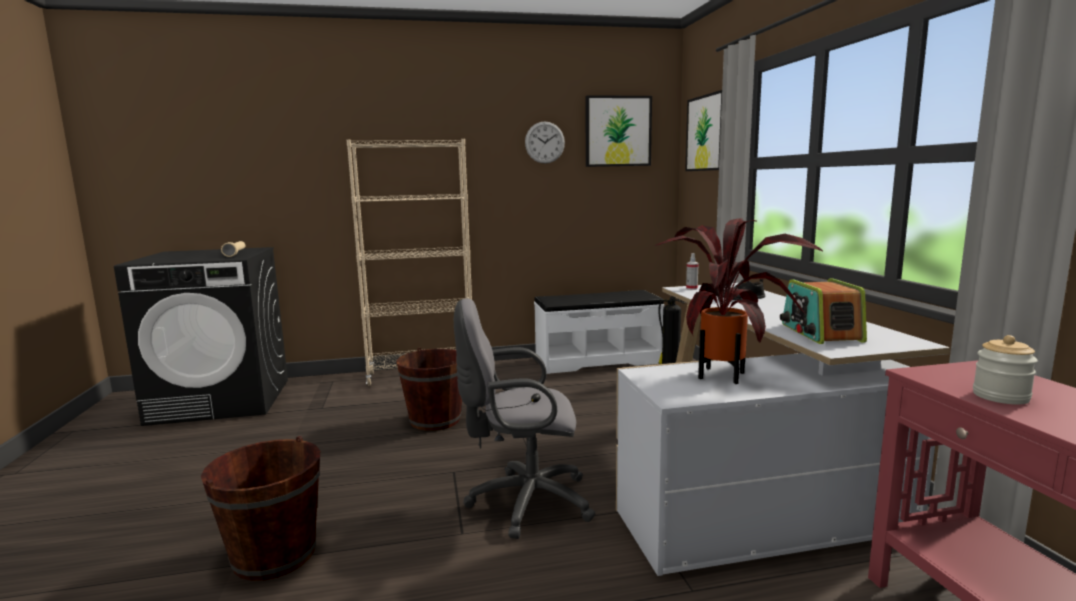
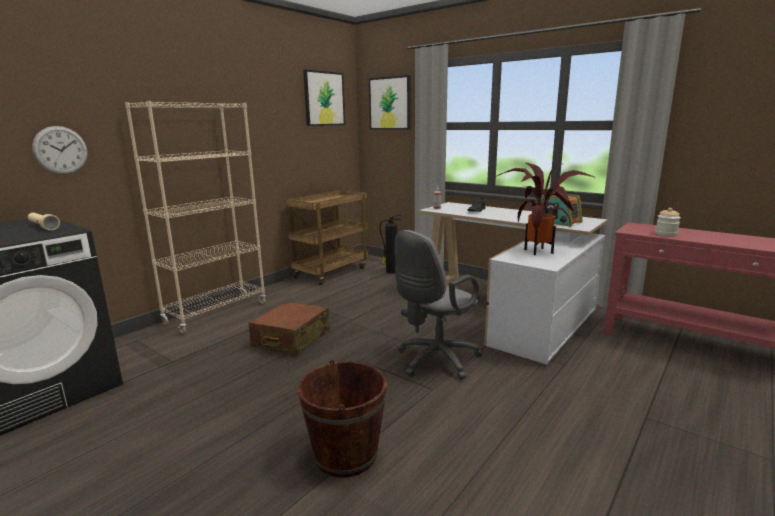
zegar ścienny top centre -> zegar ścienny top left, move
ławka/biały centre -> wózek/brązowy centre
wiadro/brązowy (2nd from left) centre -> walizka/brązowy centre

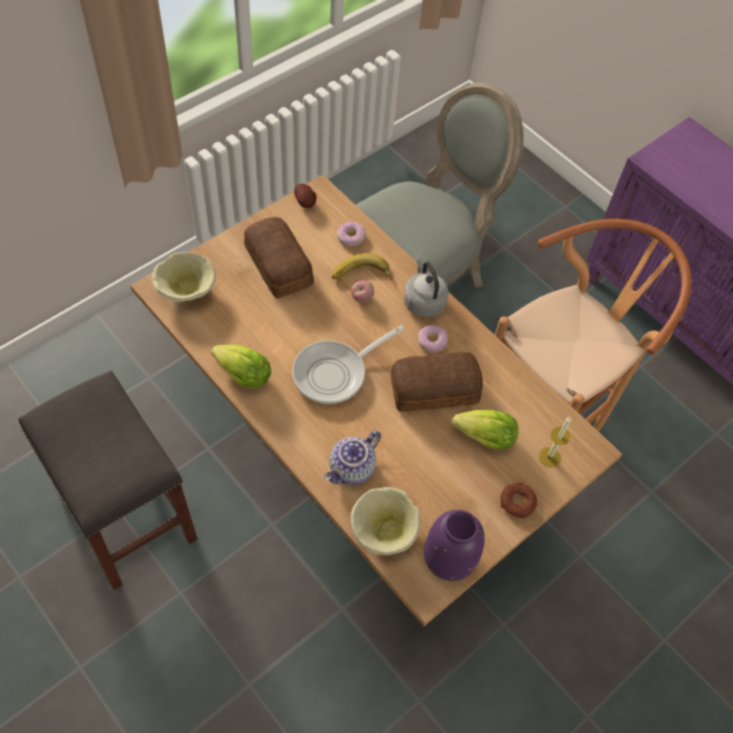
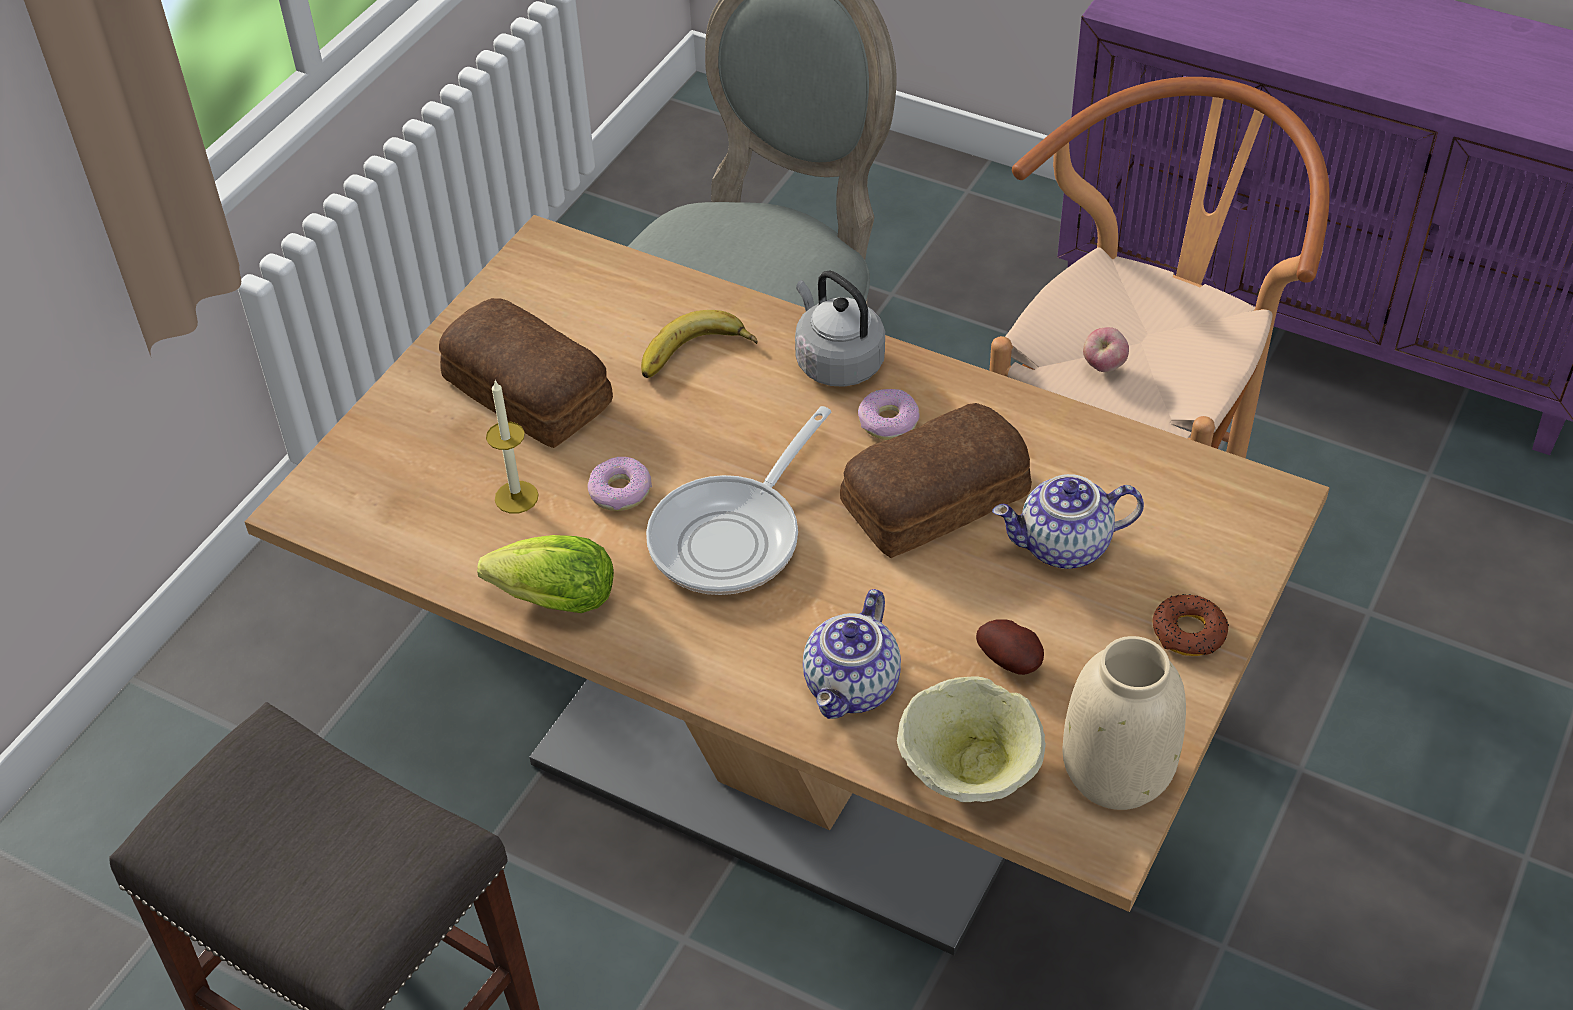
ziemniak top centre -> ziemniak centre, move
donut (1st from left) top centre -> donut (1st from left) centre, move
miska/beżowy (1st from left) middle left -> none
jabłko centre -> jabłko middle right, move
sałata (2nd from left) centre -> imbryk (2nd from left) middle right
świeca middle right -> świeca middle left, move
wazon/fioletowy bottom centre -> wazon/beżowy bottom right

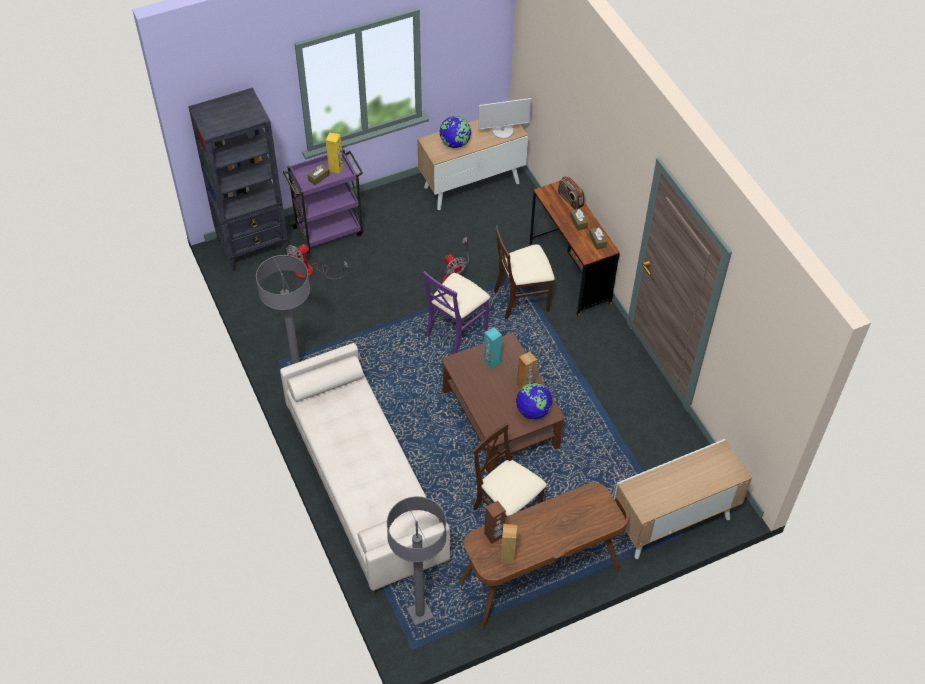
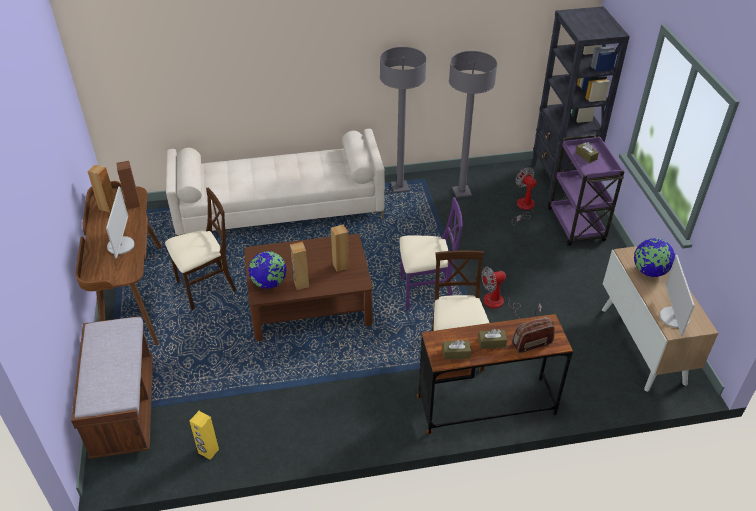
głośnik/żółty top centre -> głośnik/żółty bottom left, move
krzesło/fioletowy centre, 120 degrees clockwise
głośnik/turkusowy centre -> głośnik/brązowy (4th from left) centre
szafka (2nd from left) bottom right -> ławka/brązowy bottom left
lampa stojąca/szary (2nd from left) bottom centre -> lampa stojąca/szary (2nd from left) top centre, move
none -> monitor (1st from left) middle left

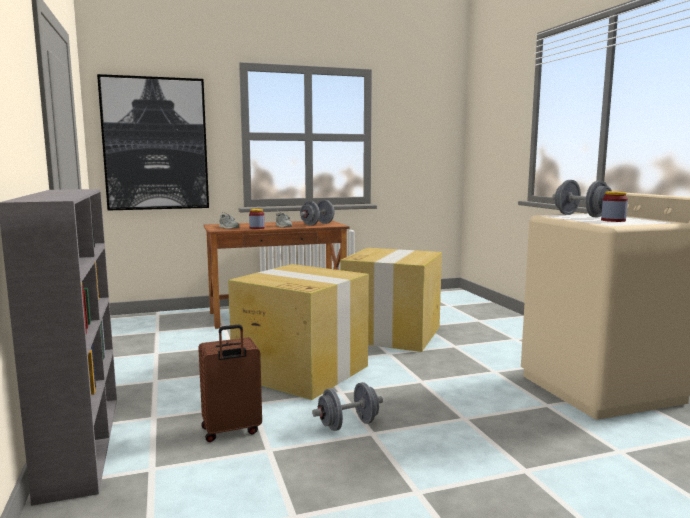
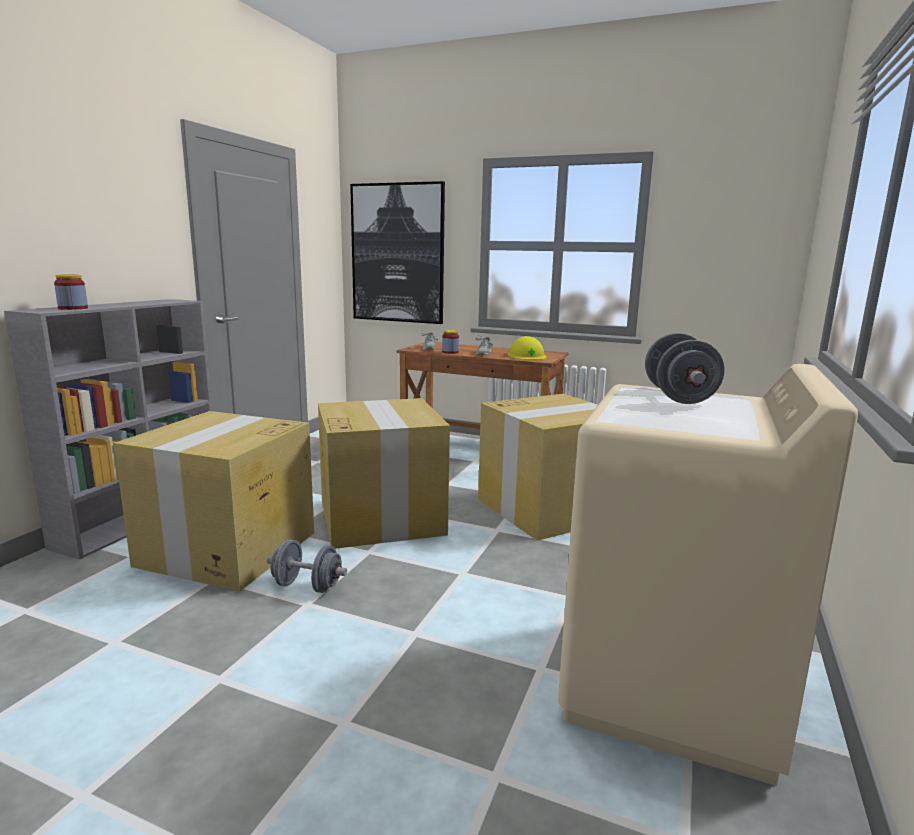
słoik (2nd from left in the first image) middle right -> słoik (1st from left) middle left, move
hantel/szary (1st from left) centre -> kask/żółty centre
walizka/brązowy bottom centre -> karton (1st from left) middle left

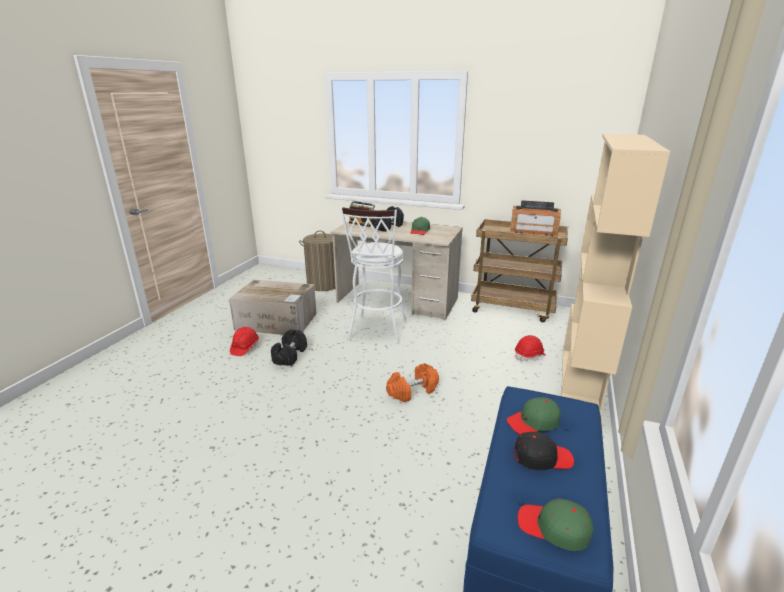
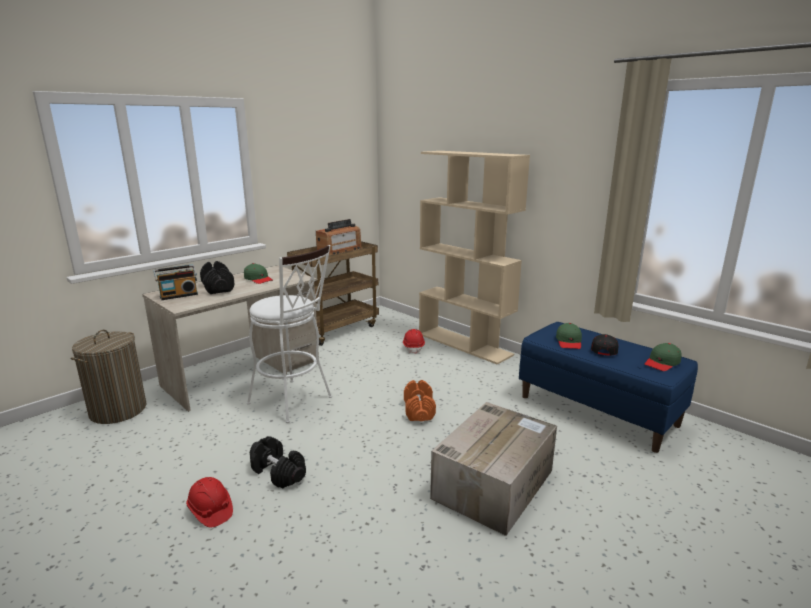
karton centre -> karton bottom centre, move

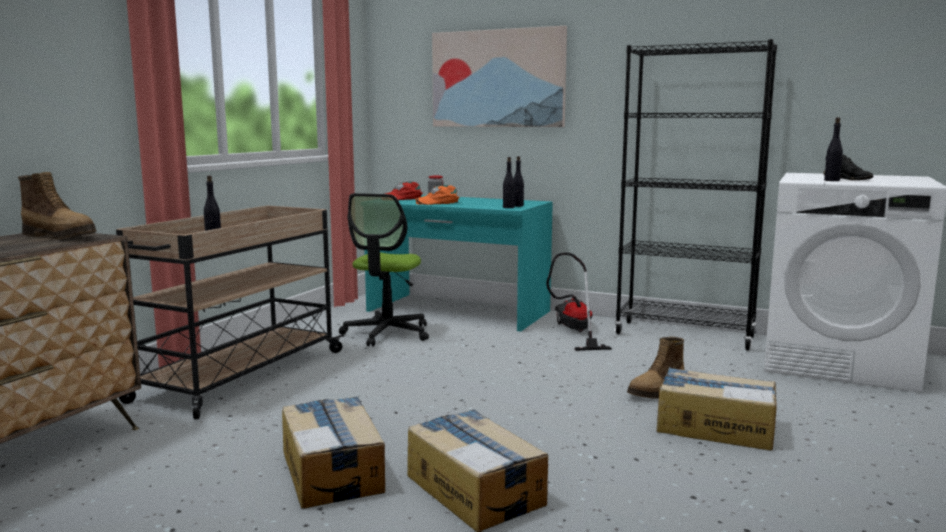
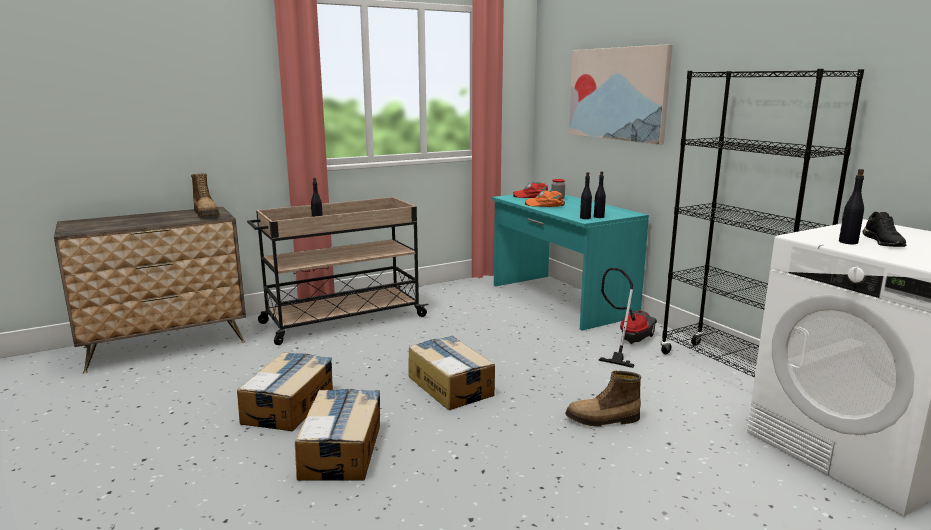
krzesło biurowe centre -> none
karton (3rd from left) bottom right -> karton (3rd from left) bottom centre, move

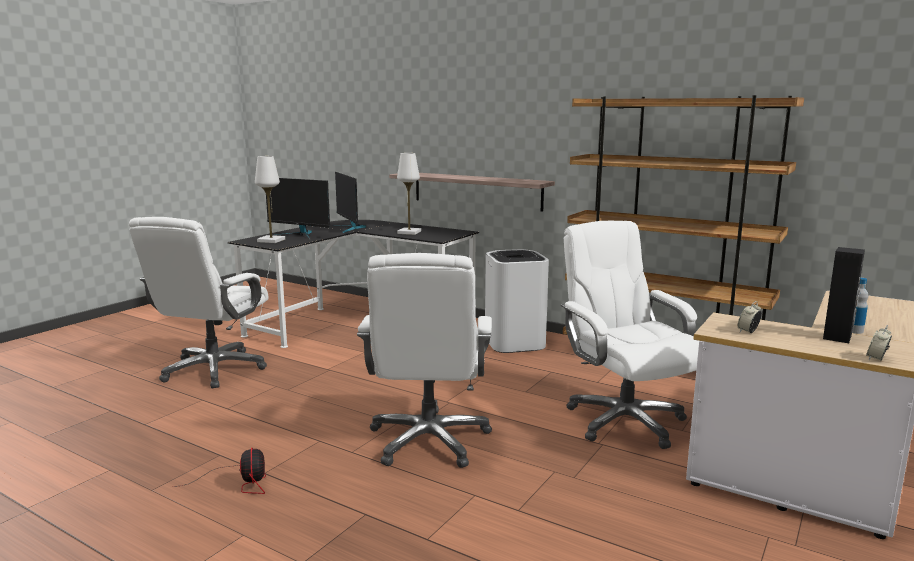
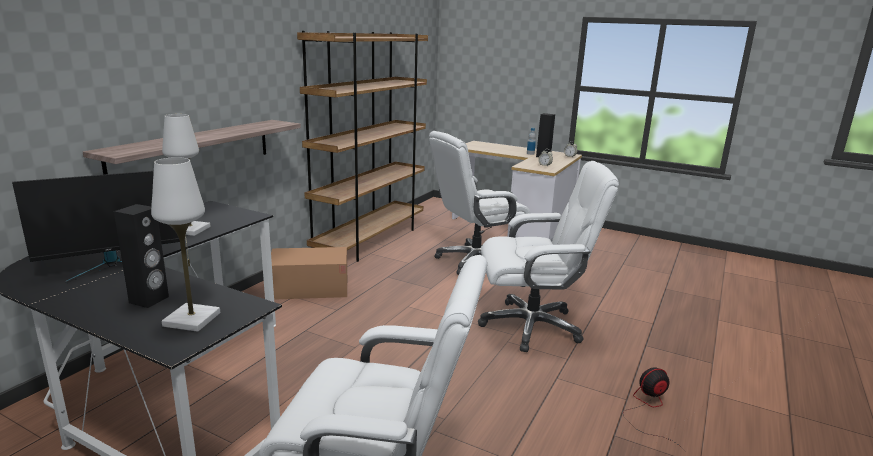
monitor (1st from left) middle left -> głośnik/czarny (1st from left) middle left
kosz na śmieci/biały centre -> karton centre

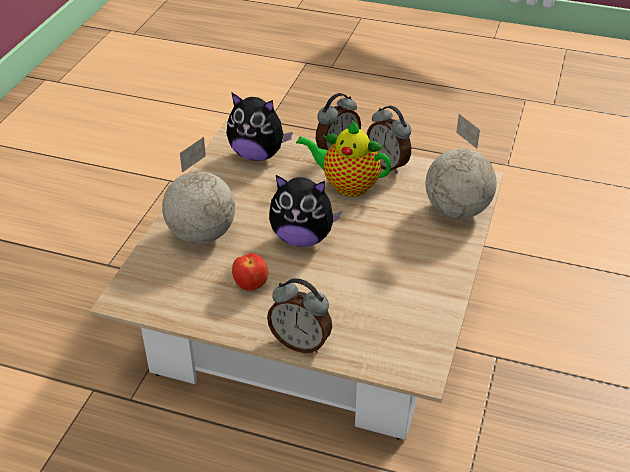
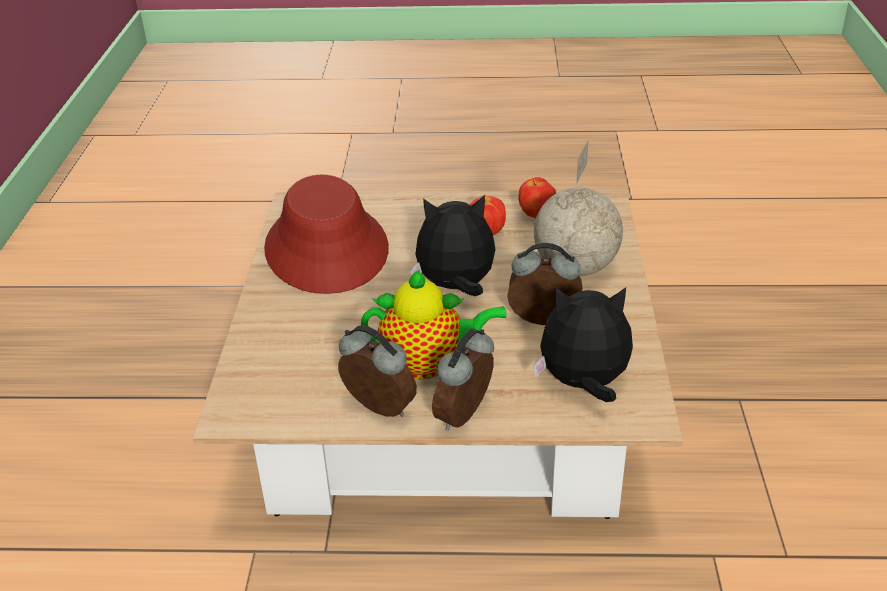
globus (2nd from left) middle right -> none
budzik (1st from left in the first image) bottom centre -> budzik (3rd from left) centre, move
none -> kapelusz/czerwony centre
none -> jabłko (2nd from left) centre

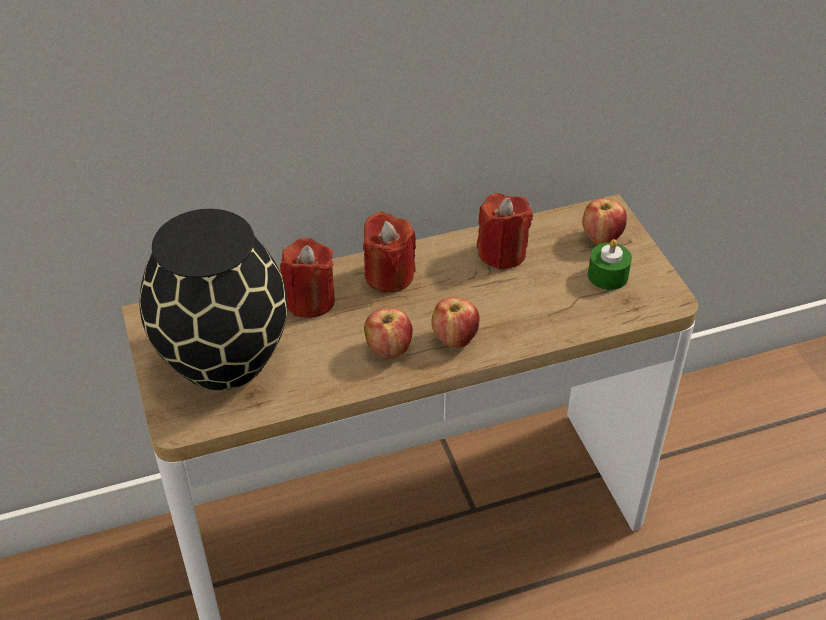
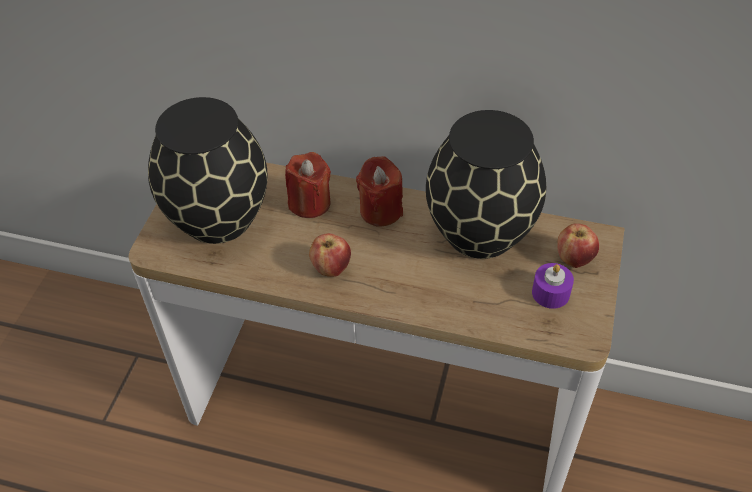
świeca/czerwony (3rd from left) centre -> wazon/czarny (2nd from left) centre
świeca/zielony middle right -> świeca/fioletowy middle right
jabłko (2nd from left) centre -> none

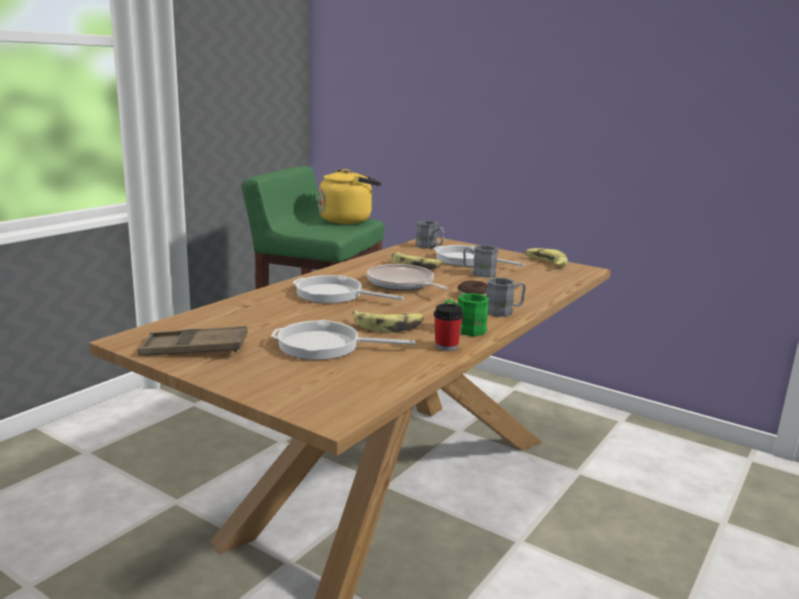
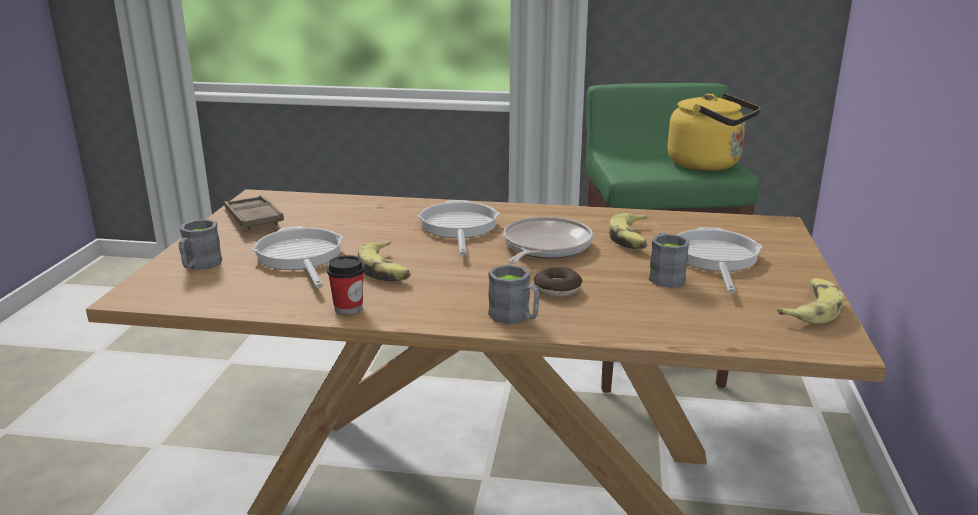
kubek/szary (1st from left) centre -> kubek/szary (1st from left) middle left, move
kubek/zielony centre -> none

